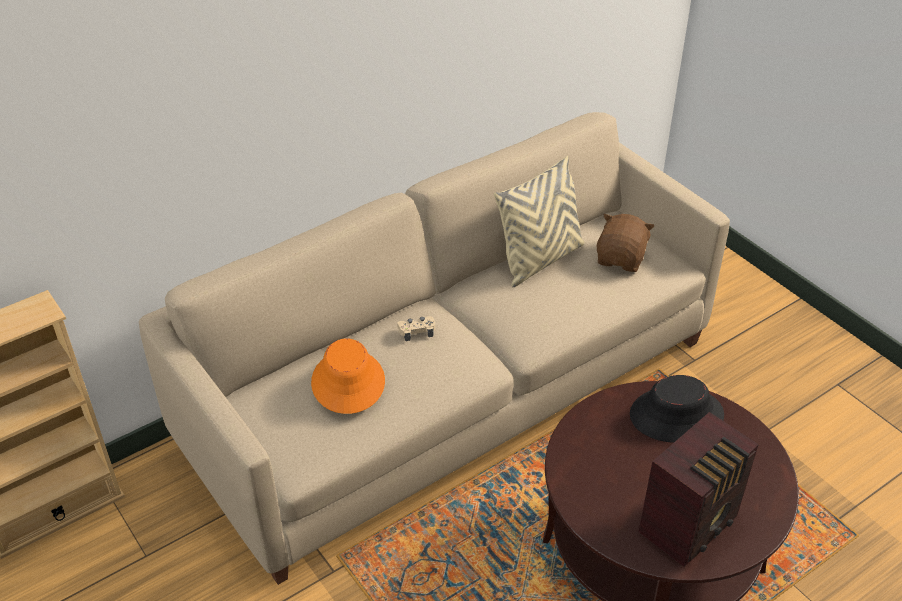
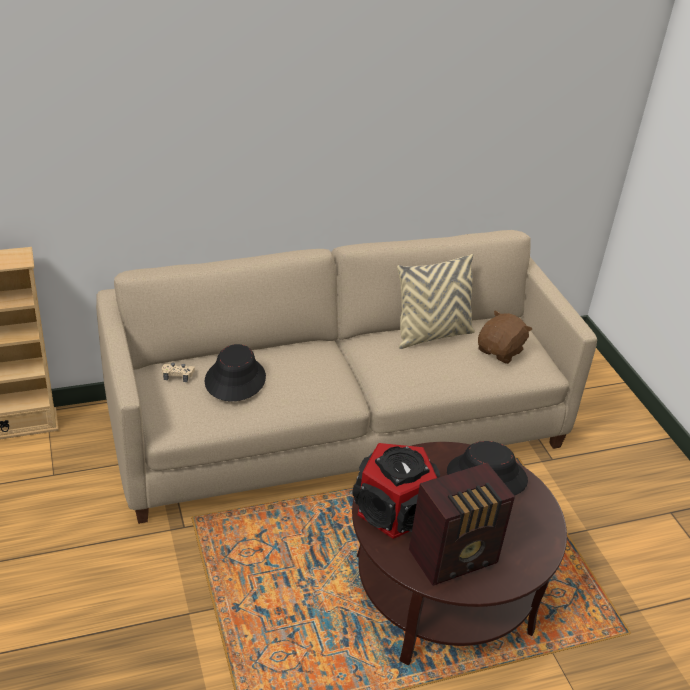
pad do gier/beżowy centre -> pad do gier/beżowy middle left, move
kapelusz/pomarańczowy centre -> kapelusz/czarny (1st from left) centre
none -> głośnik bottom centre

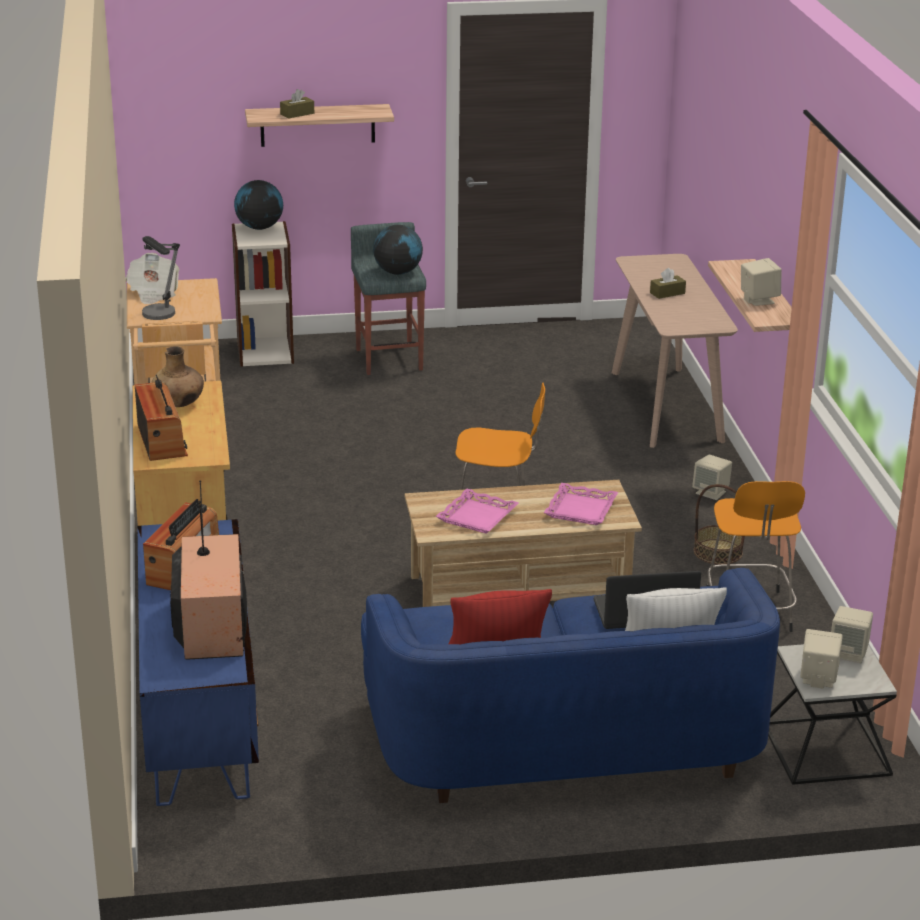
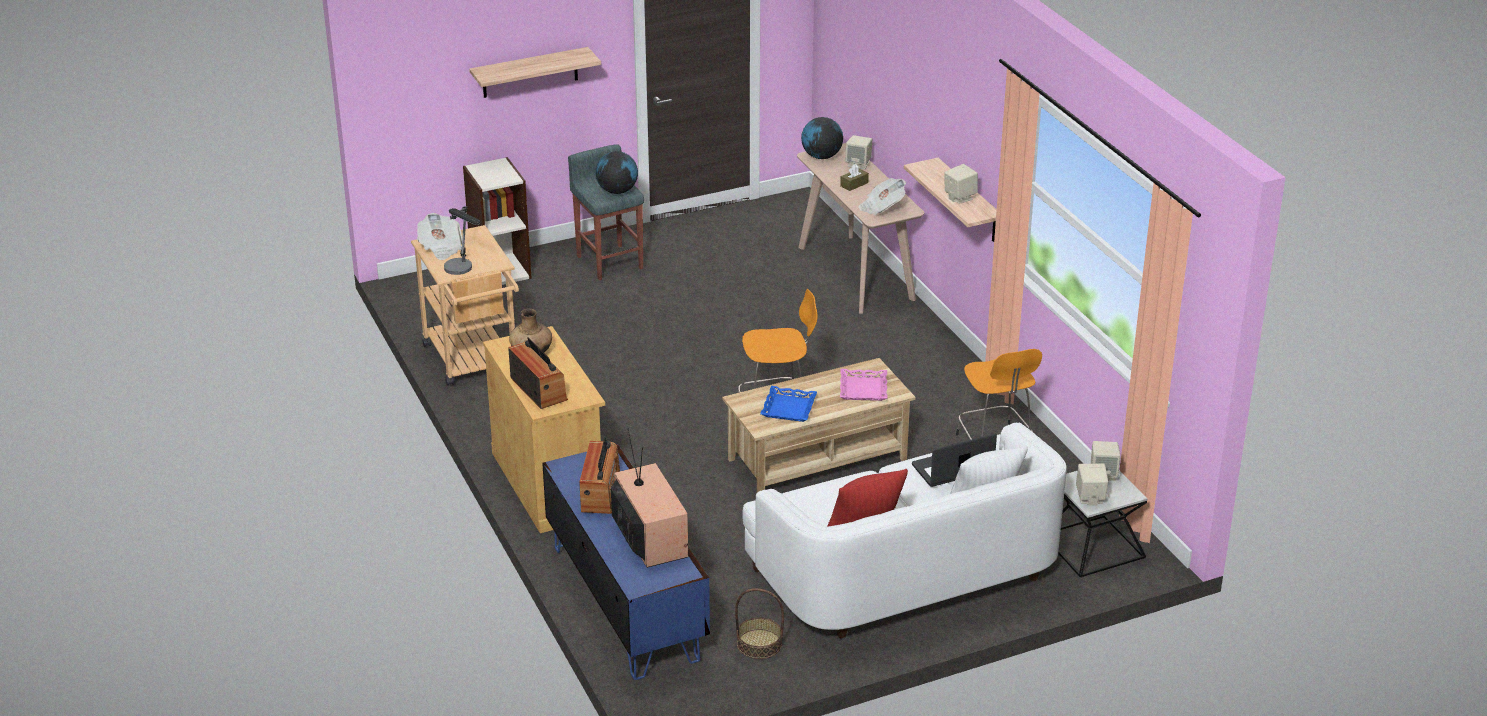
pudełko chusteczek/brązowy (1st from left) top left -> none
globus (1st from left in the first image) top left -> globus (2nd from left) top centre, move
głośnik/beżowy (1st from left) middle right -> głośnik/beżowy (1st from left) top centre, move
koszyk middle right -> koszyk bottom centre, move
taca/różowy (1st from left) centre -> taca/niebieski centre
kanapa/niebieski bottom centre -> kanapa/biały bottom centre
none -> gazeta (2nd from left) top centre

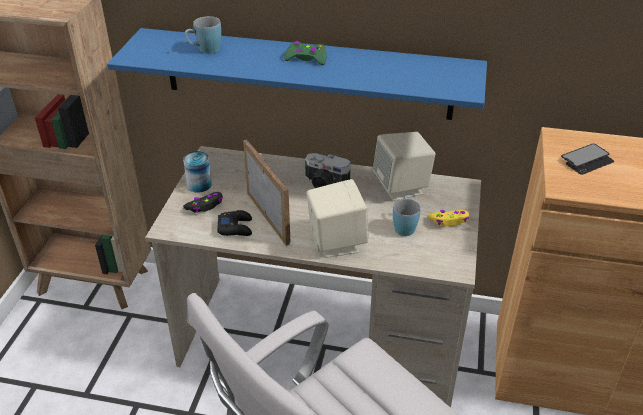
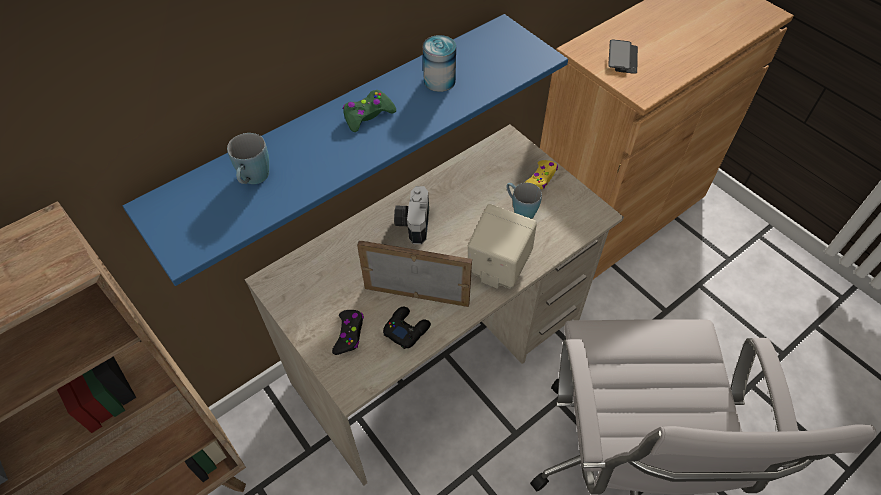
głośnik/beżowy (2nd from left) centre -> none
puszka middle left -> puszka top centre, move
aparat fotograficzny centre, 120 degrees clockwise

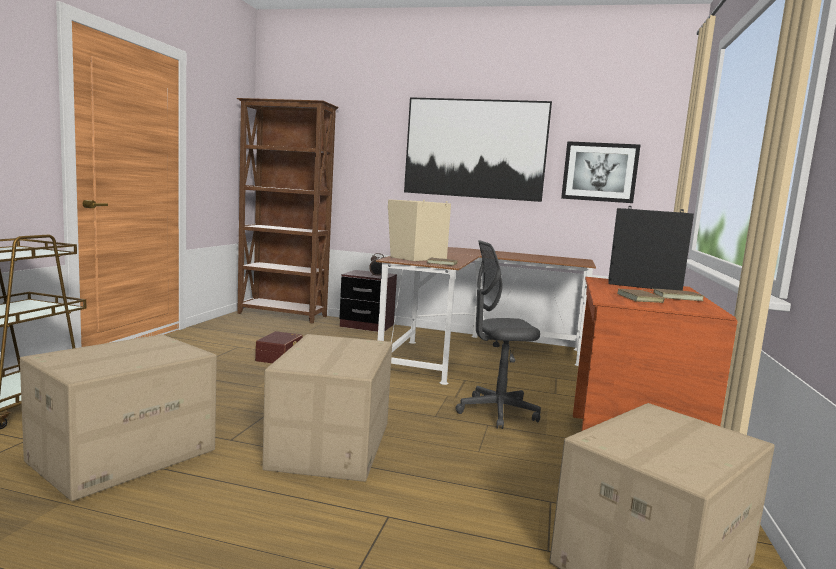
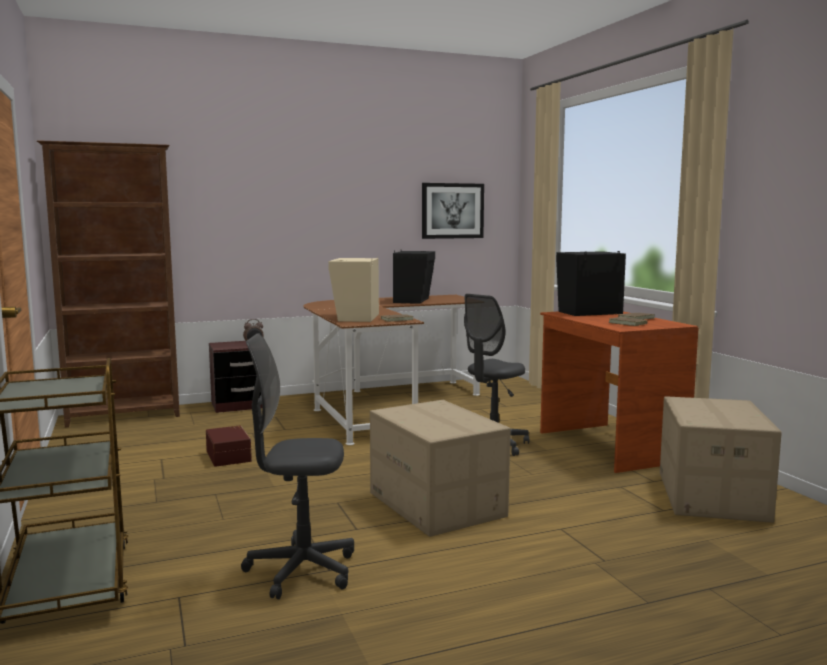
obraz (1st from left) top centre -> none
karton (1st from left) bottom left -> krzesło biurowe/szary (1st from left) bottom centre
none -> głośnik/czarny (1st from left) centre

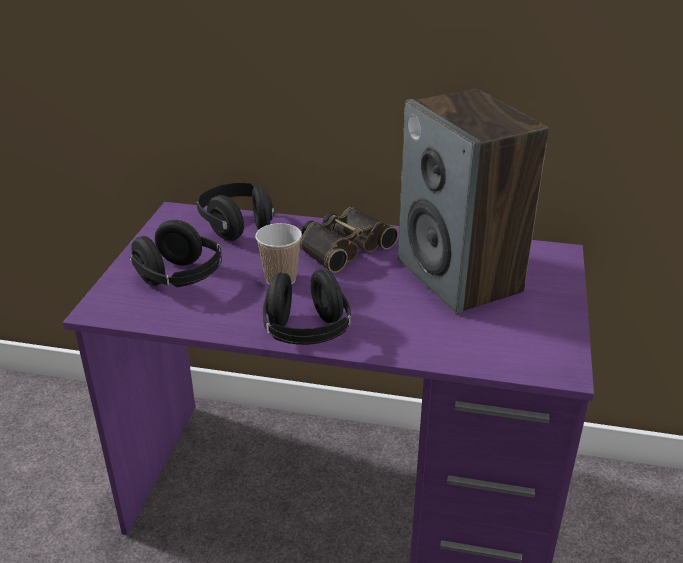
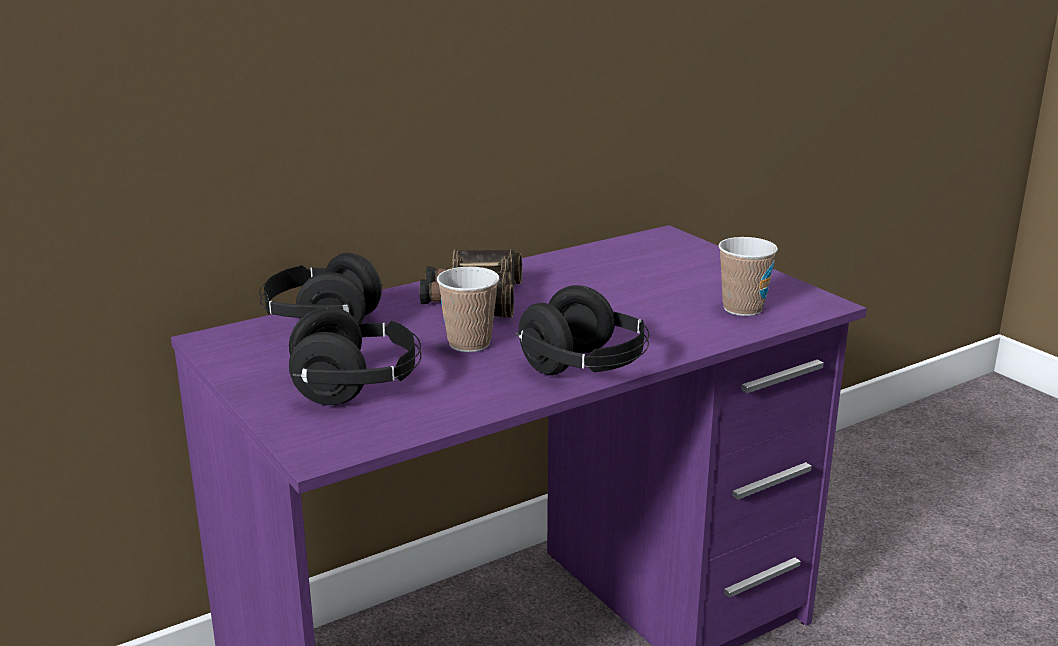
głośnik middle right -> none
none -> filiżanka (2nd from left) middle right

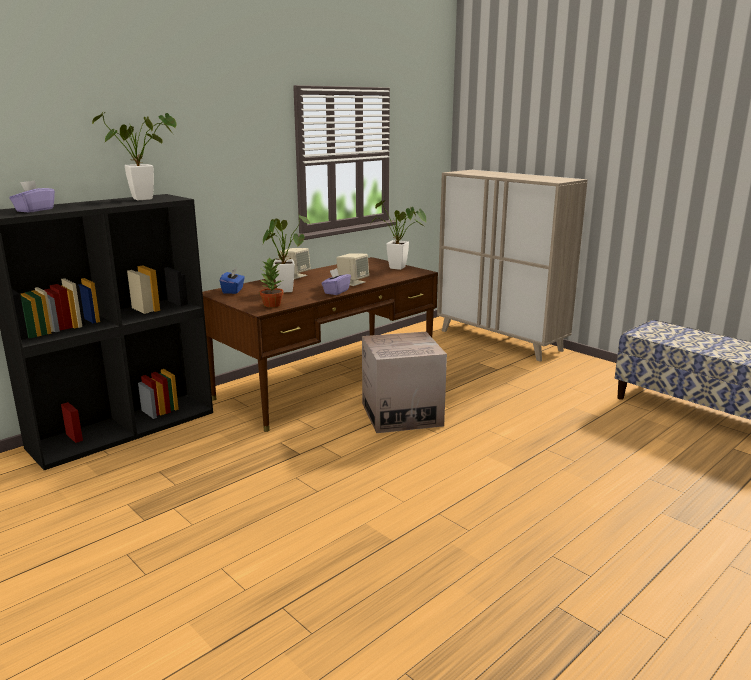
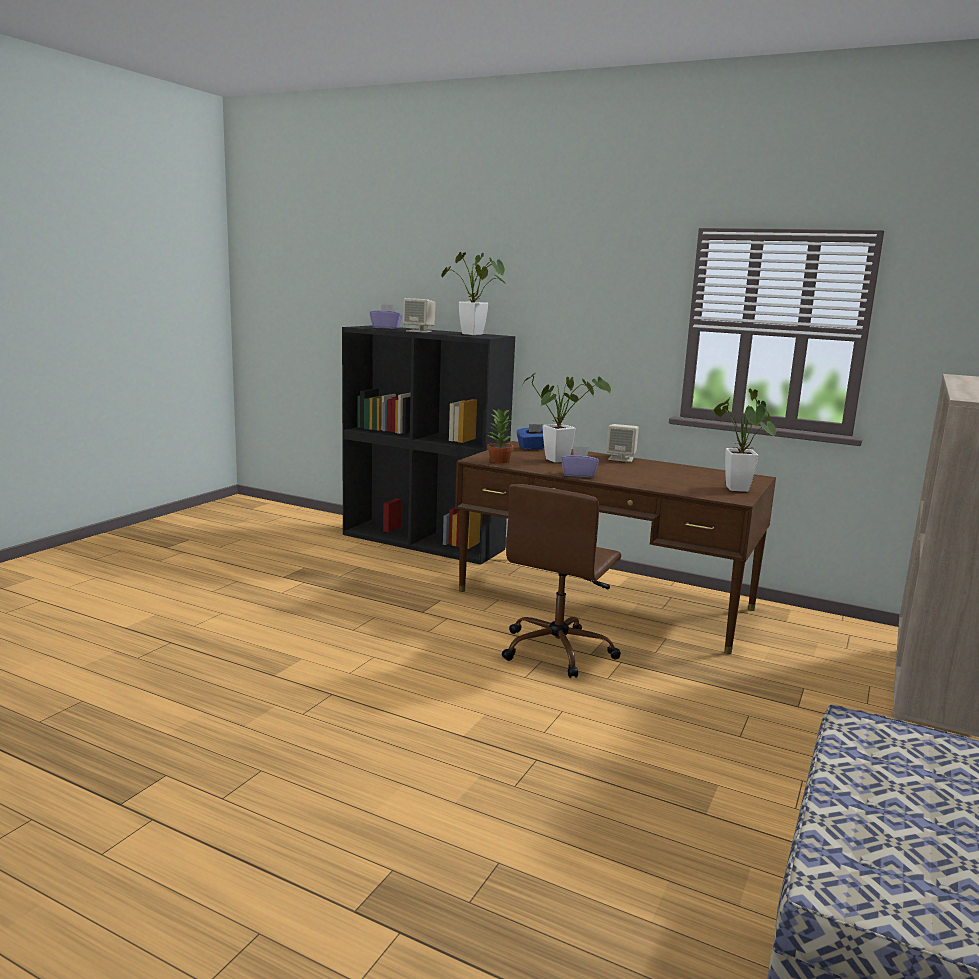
głośnik/beżowy (2nd from left in the first image) centre -> głośnik/beżowy (1st from left) top centre, move
karton centre -> krzesło biurowe/brązowy centre

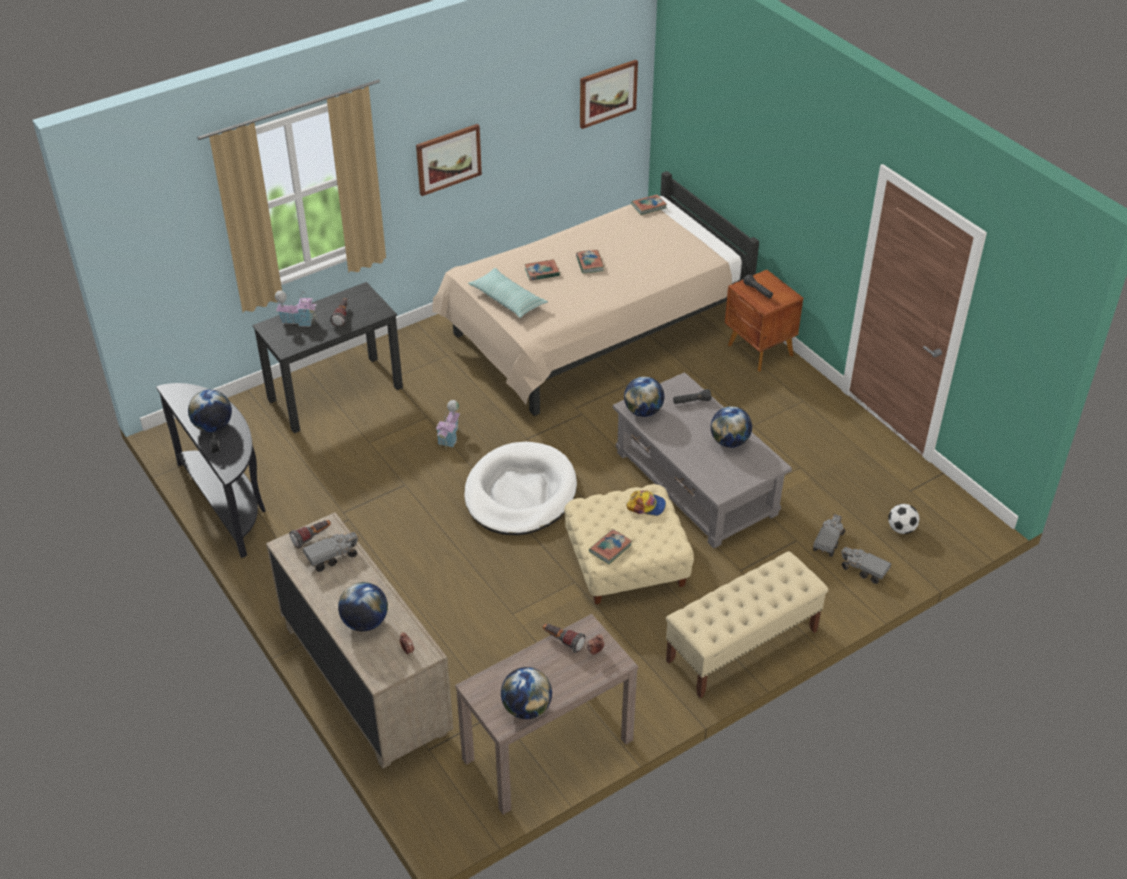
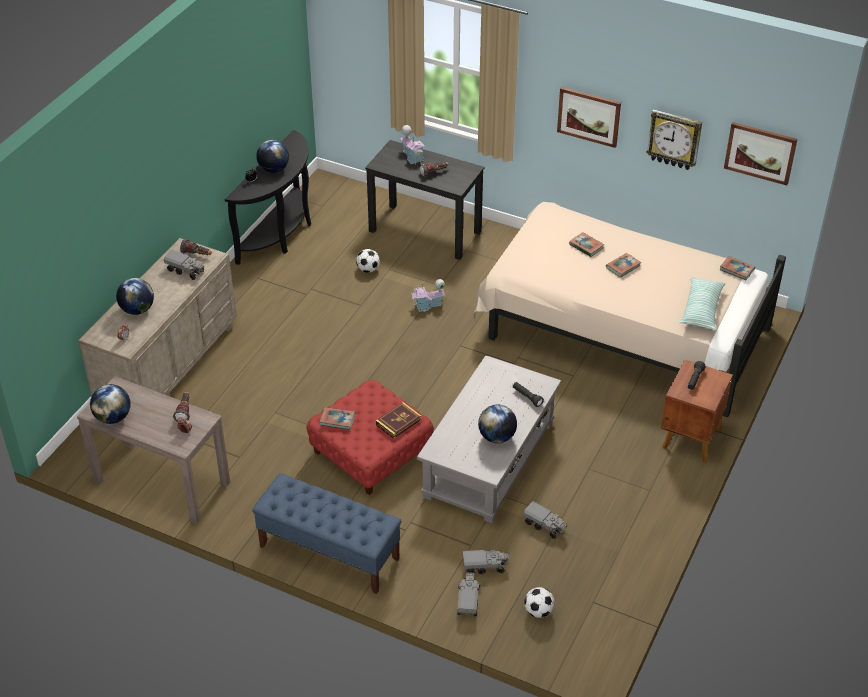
poduszka centre -> poduszka middle right, move
globus (4th from left) centre -> none
legowisko/biały centre -> none
pufa/beżowy centre -> pufa/czerwony centre
czapka z daszkiem centre -> książka (2nd from left) centre
ławka/beżowy bottom centre -> ławka/niebieski bottom centre
none -> zegar ścienny top right
none -> piłka futbolowa (1st from left) centre
none -> ciężarówka zabawkowa (4th from left) bottom centre

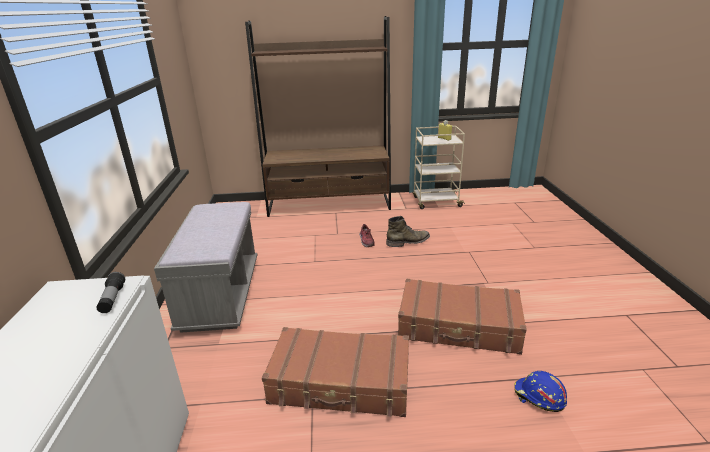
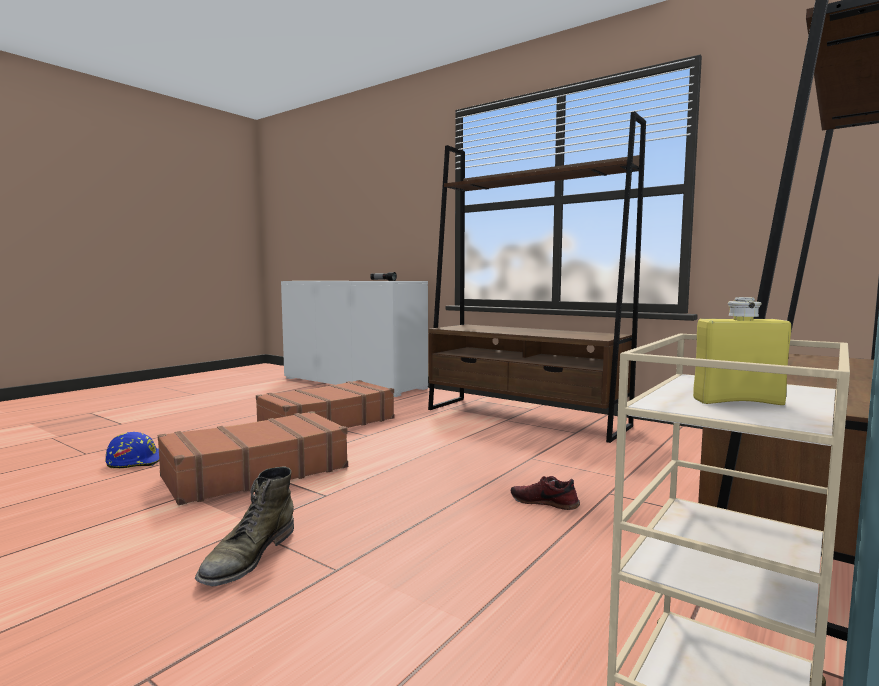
ławka/szary middle left -> regał/brązowy (1st from left) centre
but z cholewką/zielony centre -> but z cholewką/zielony bottom left, move

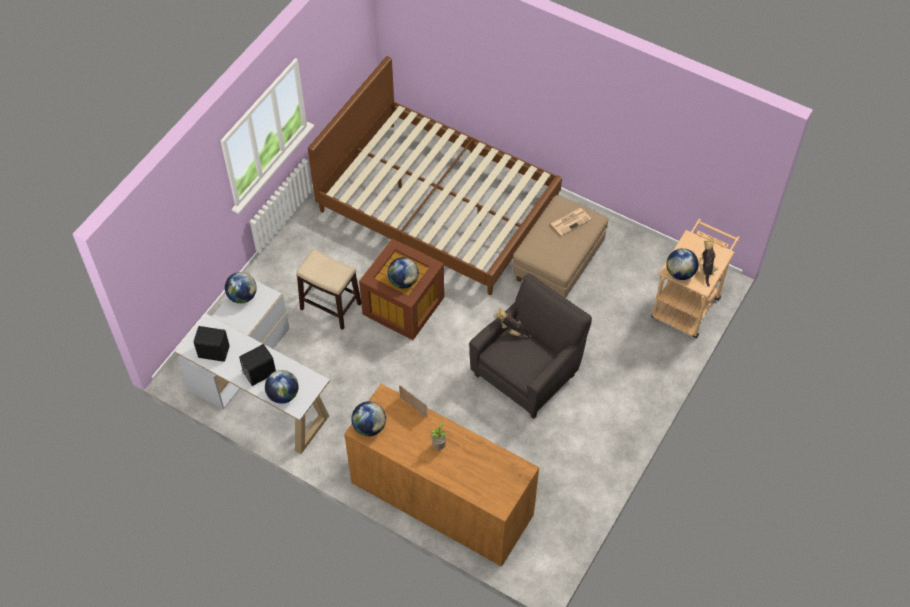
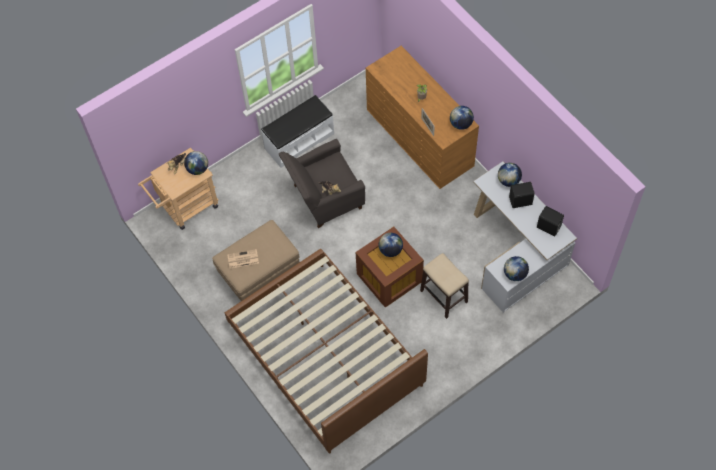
none -> ławka/biały top centre

